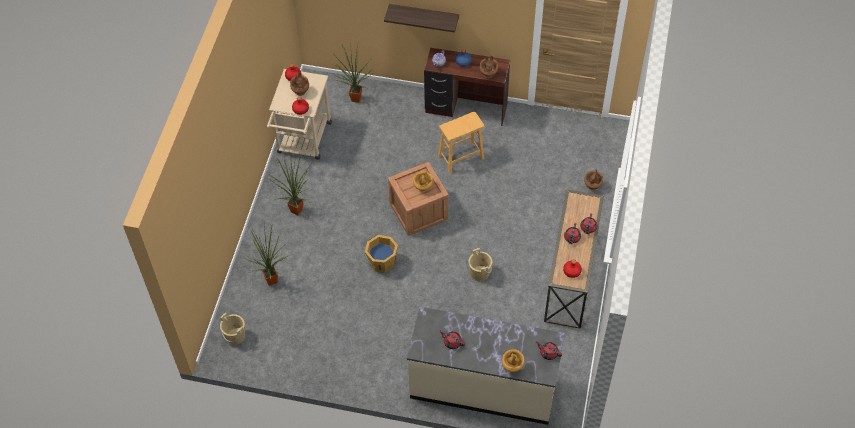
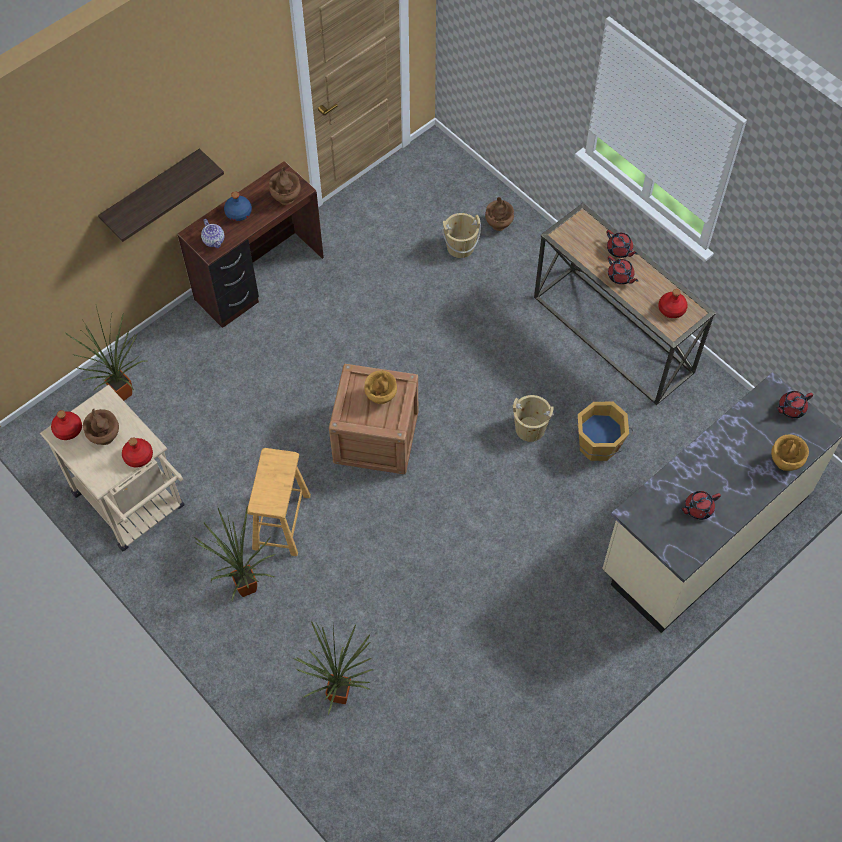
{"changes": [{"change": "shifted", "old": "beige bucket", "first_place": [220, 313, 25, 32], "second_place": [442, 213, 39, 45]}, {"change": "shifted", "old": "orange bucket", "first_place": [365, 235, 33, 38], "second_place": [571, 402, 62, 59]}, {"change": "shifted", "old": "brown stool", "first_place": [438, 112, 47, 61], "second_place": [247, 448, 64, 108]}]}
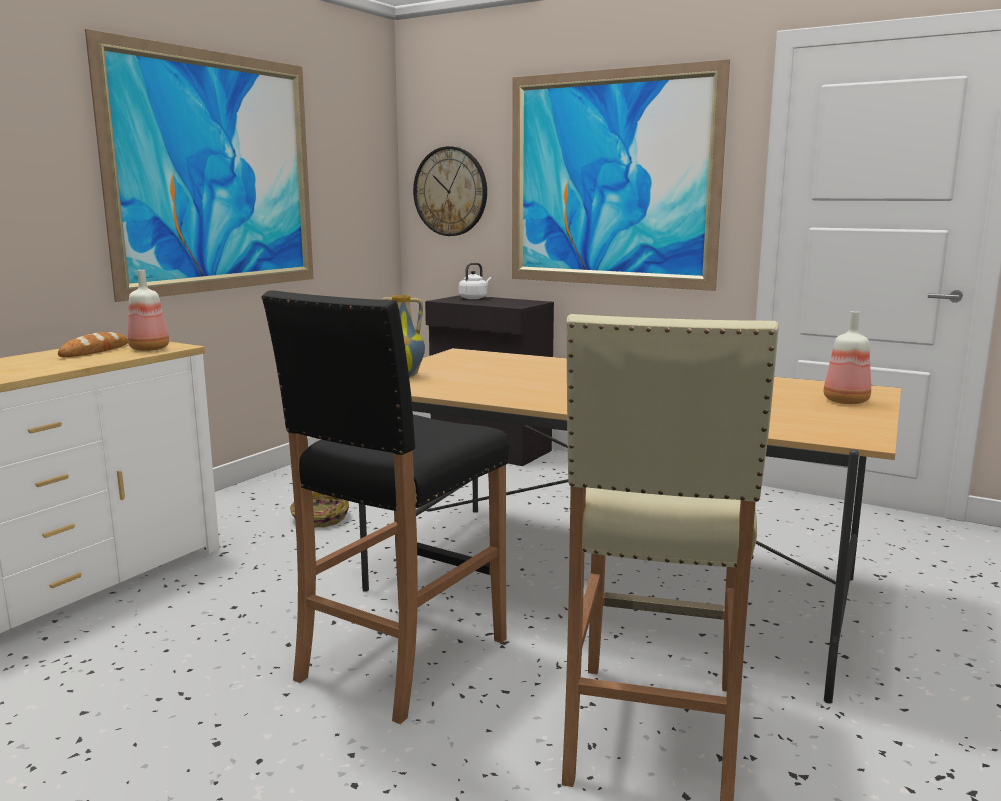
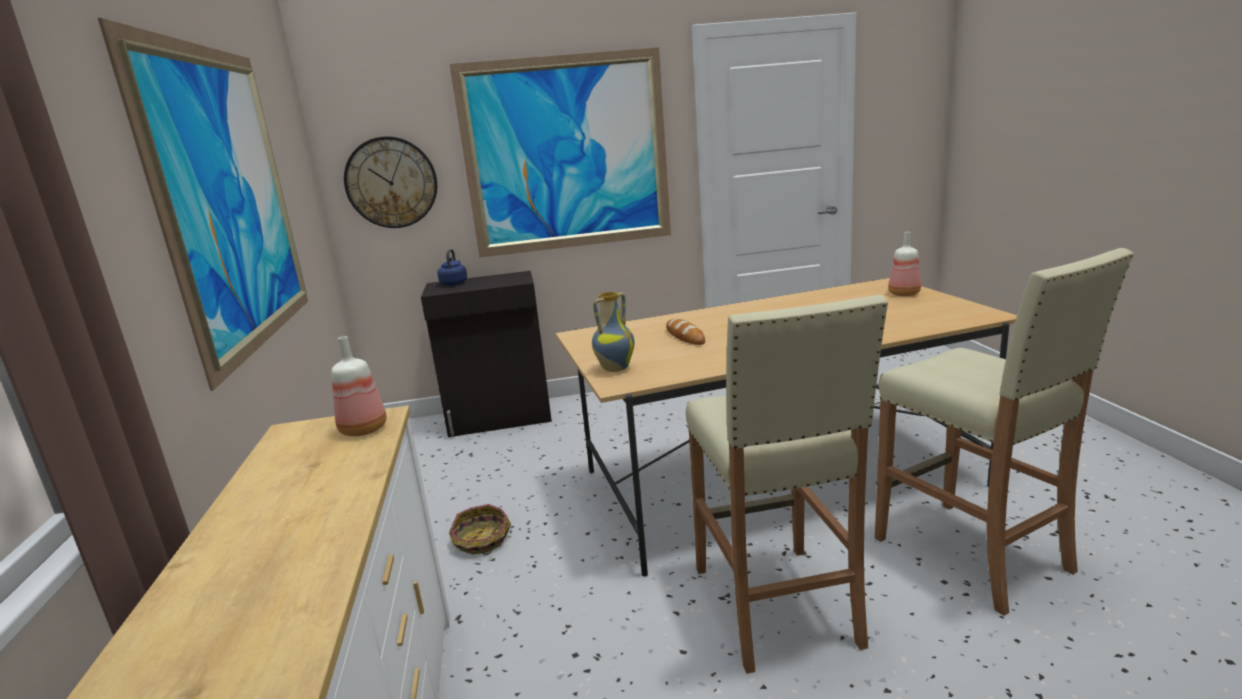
{"changes": [{"change": "shifted", "old": "bread", "first_place": [58, 332, 70, 25], "second_place": [666, 318, 39, 27]}, {"change": "repainted", "old": "black stool", "new": "beige stool", "first_place": [262, 290, 247, 434], "second_place": [686, 295, 202, 379]}, {"change": "repainted", "old": "white kettle", "new": "blue kettle", "first_place": [459, 263, 33, 36], "second_place": [437, 249, 30, 37]}]}
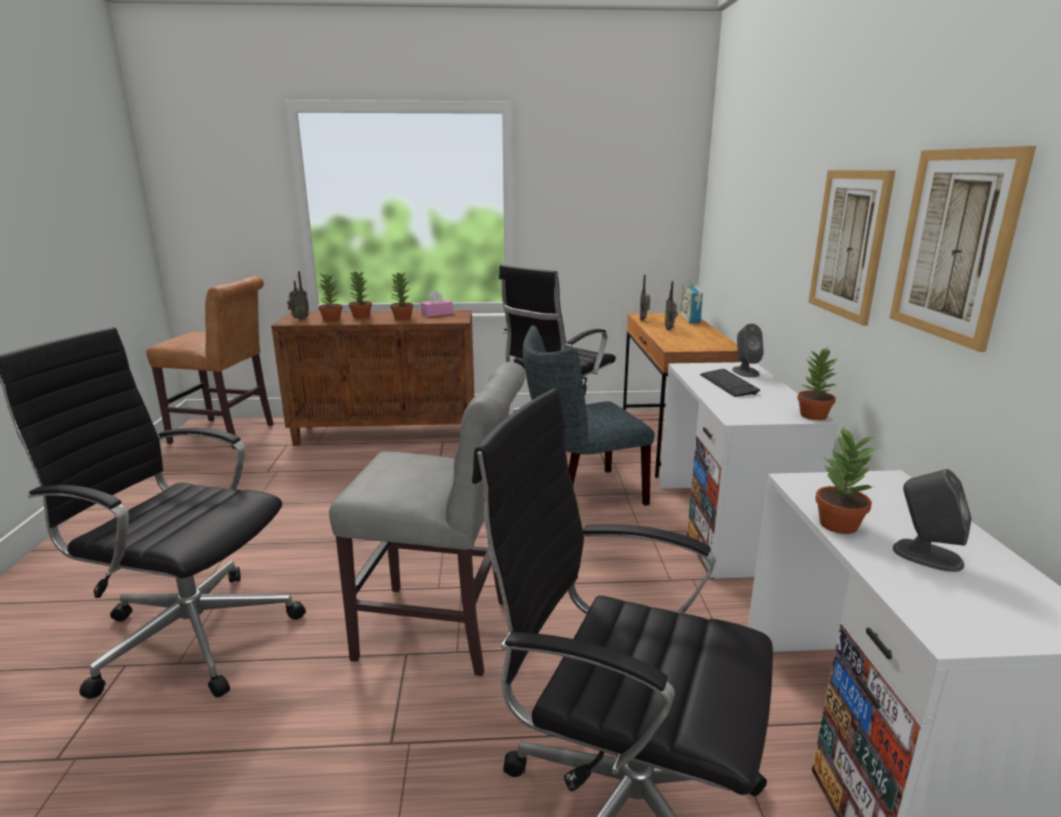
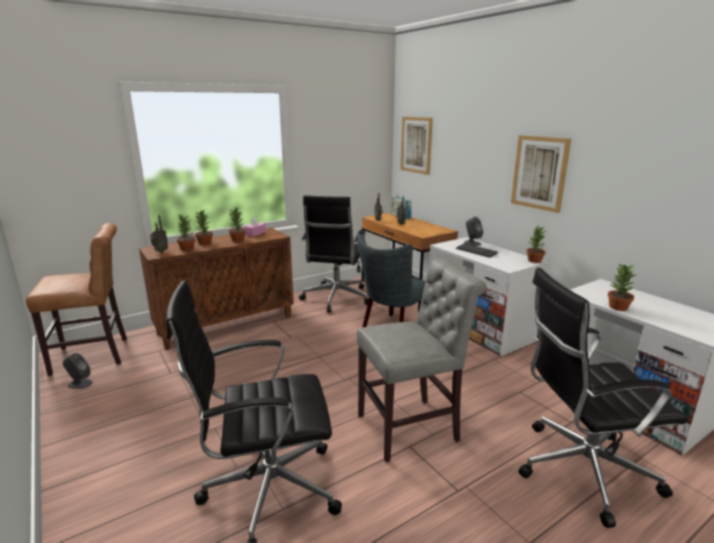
{"changes": [{"change": "shifted", "old": "picture", "first_place": [890, 146, 146, 206], "second_place": [401, 117, 32, 58]}, {"change": "shifted", "old": "grey speaker", "first_place": [893, 469, 78, 103], "second_place": [63, 353, 30, 36]}]}
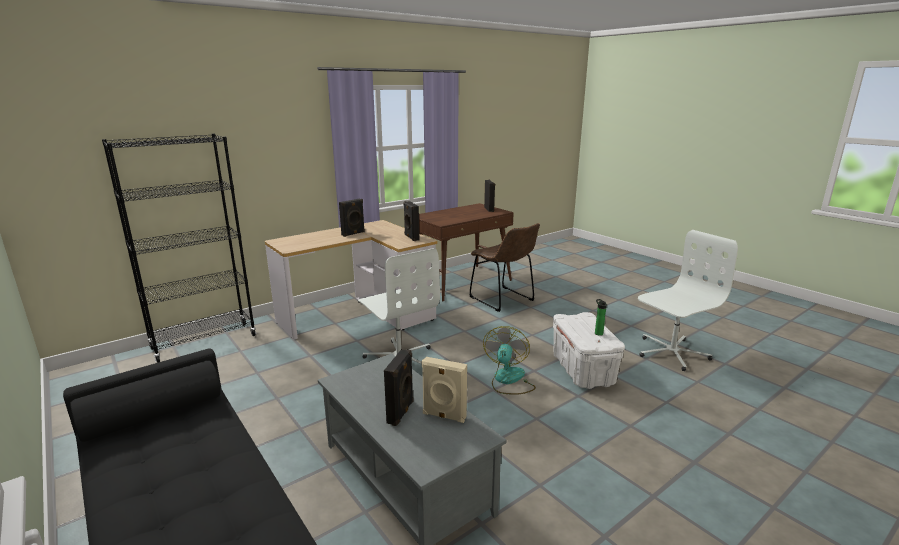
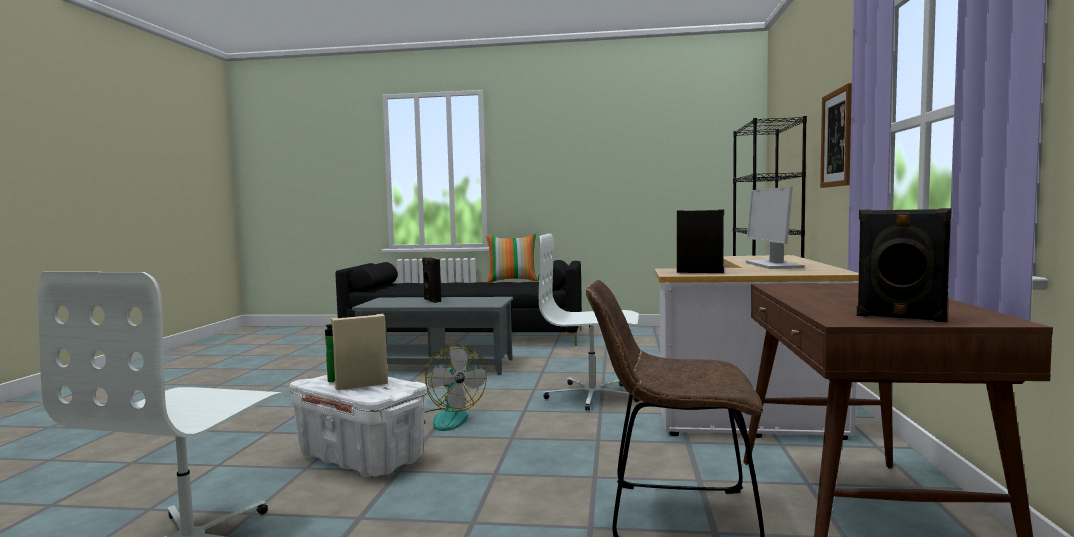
{"changes": [{"change": "new", "new": "pillow", "second_place": [486, 234, 52, 49]}, {"change": "new", "new": "picture", "second_place": [820, 83, 32, 105]}, {"change": "shifted", "old": "beige speaker", "first_place": [422, 357, 45, 66], "second_place": [331, 314, 57, 77]}, {"change": "swapped", "old": "black speaker", "new": "monitor", "first_place": [339, 199, 26, 38], "second_place": [746, 187, 58, 82]}]}
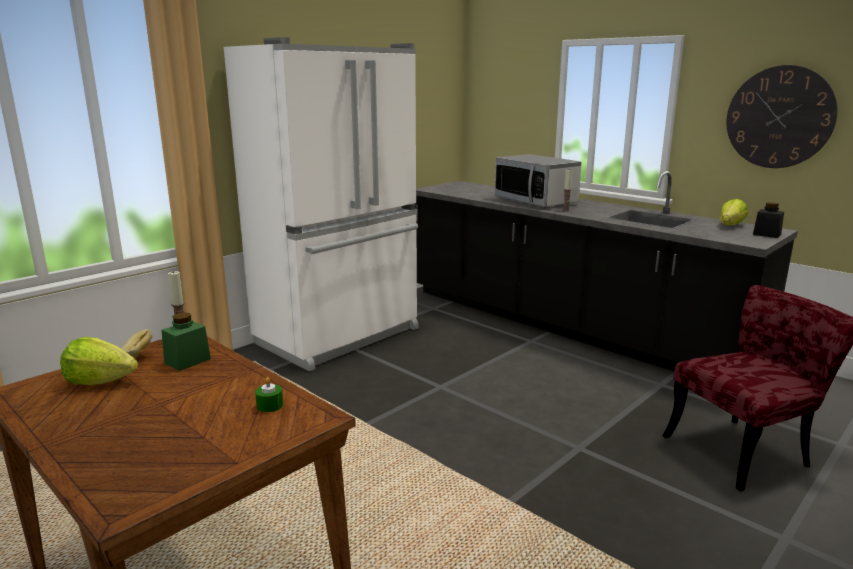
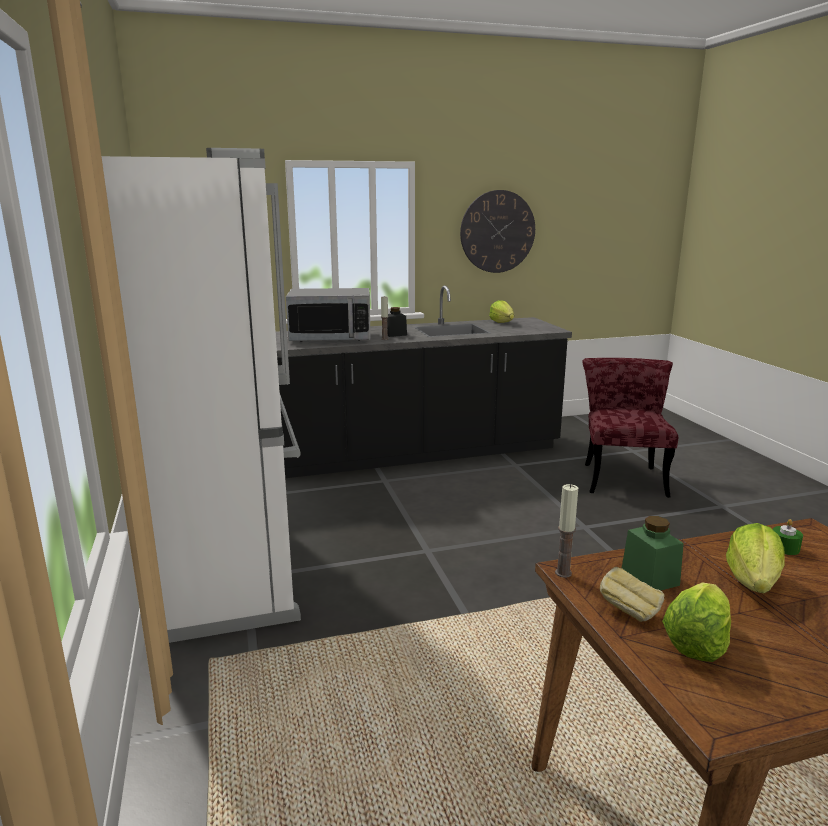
{"changes": [{"change": "new", "new": "lettuce", "second_place": [726, 523, 59, 70]}, {"change": "shifted", "old": "black jar", "first_place": [753, 202, 31, 36], "second_place": [387, 307, 20, 30]}]}
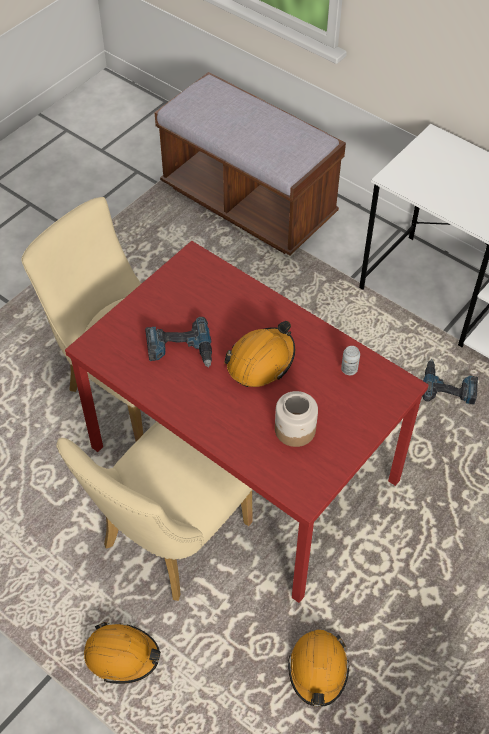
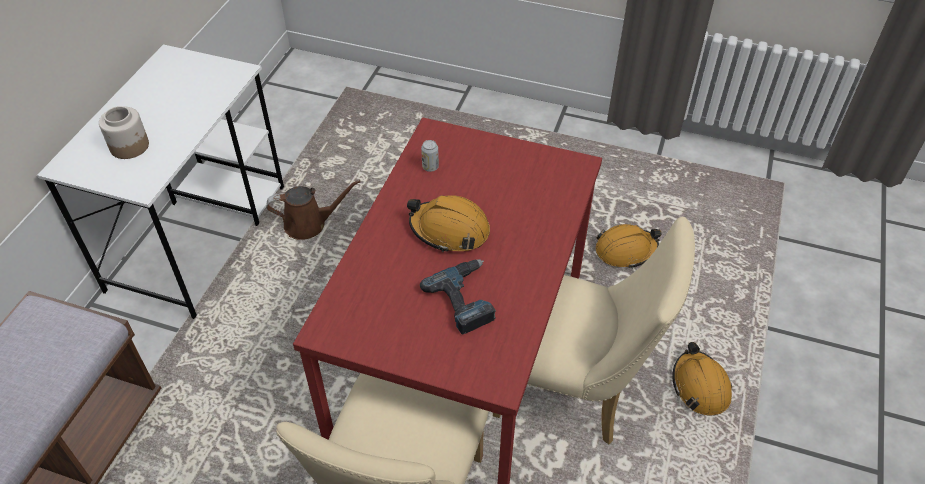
{"changes": [{"change": "shifted", "old": "jar", "first_place": [275, 391, 43, 56], "second_place": [99, 106, 50, 53]}, {"change": "swapped", "old": "power drill", "new": "brown watering can", "first_place": [422, 359, 56, 45], "second_place": [267, 180, 94, 60]}]}
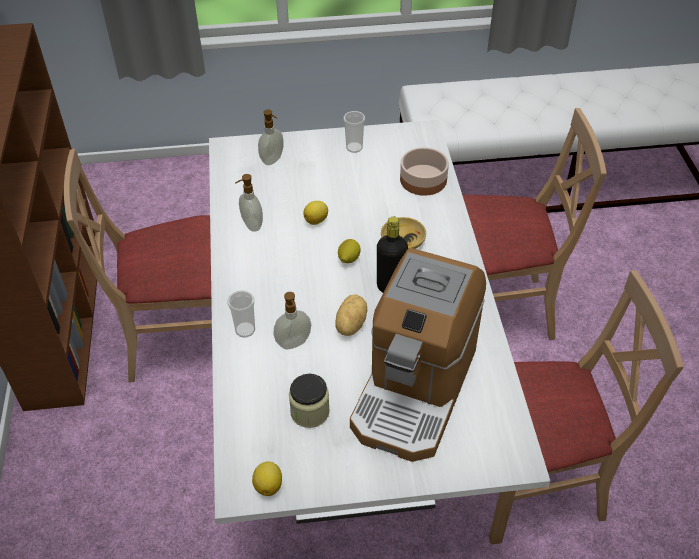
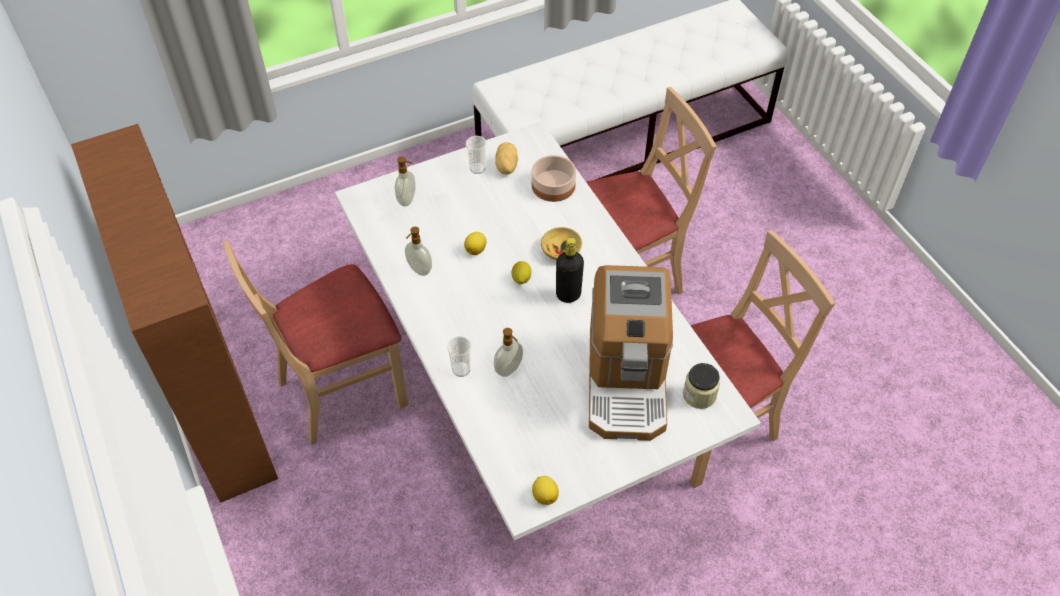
{"changes": [{"change": "shifted", "old": "jar", "first_place": [289, 374, 41, 54], "second_place": [683, 363, 37, 46]}, {"change": "shifted", "old": "potato", "first_place": [335, 294, 32, 42], "second_place": [495, 142, 23, 32]}]}
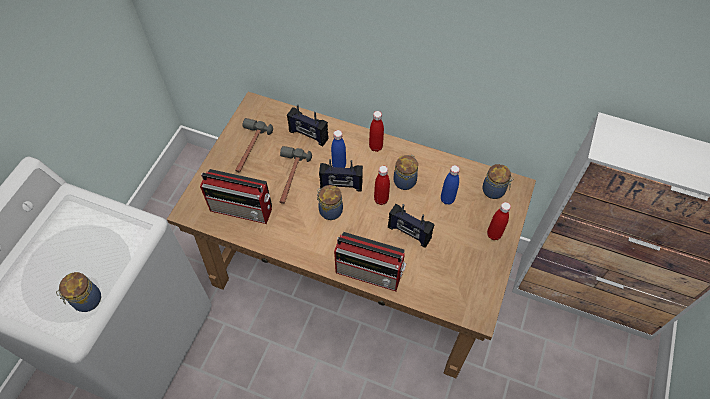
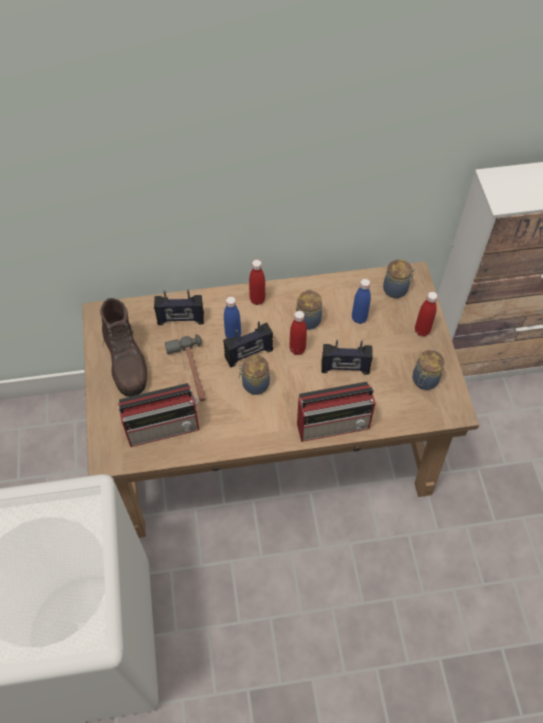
{"changes": [{"change": "shifted", "old": "jar", "first_place": [56, 272, 45, 40], "second_place": [413, 350, 31, 40]}, {"change": "swapped", "old": "hammer", "new": "brown boot", "first_place": [235, 118, 38, 54], "second_place": [101, 298, 46, 99]}]}
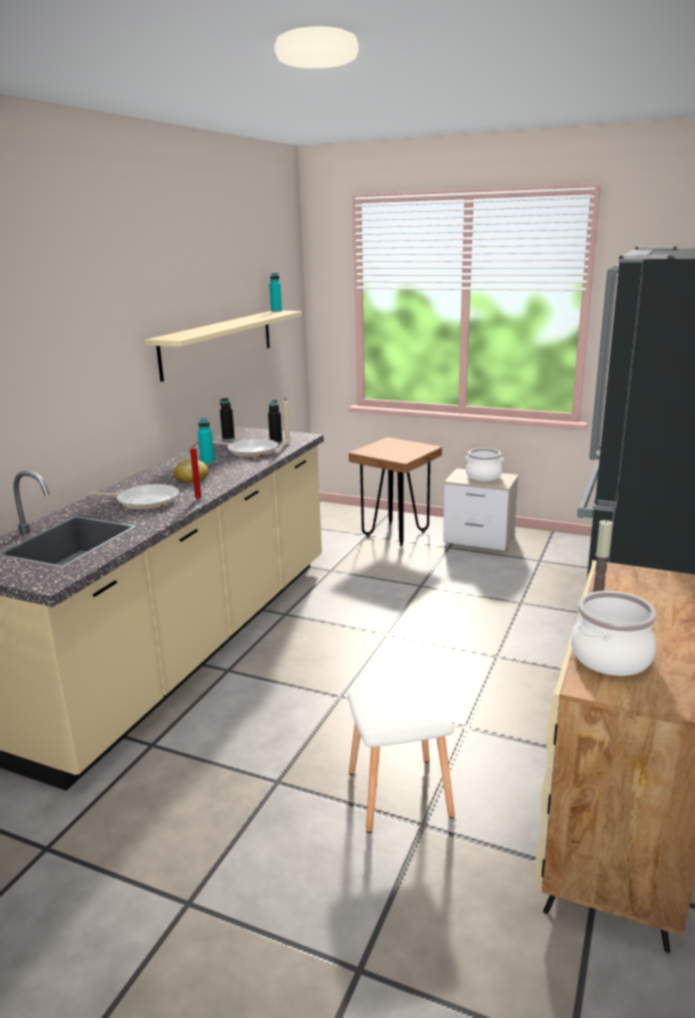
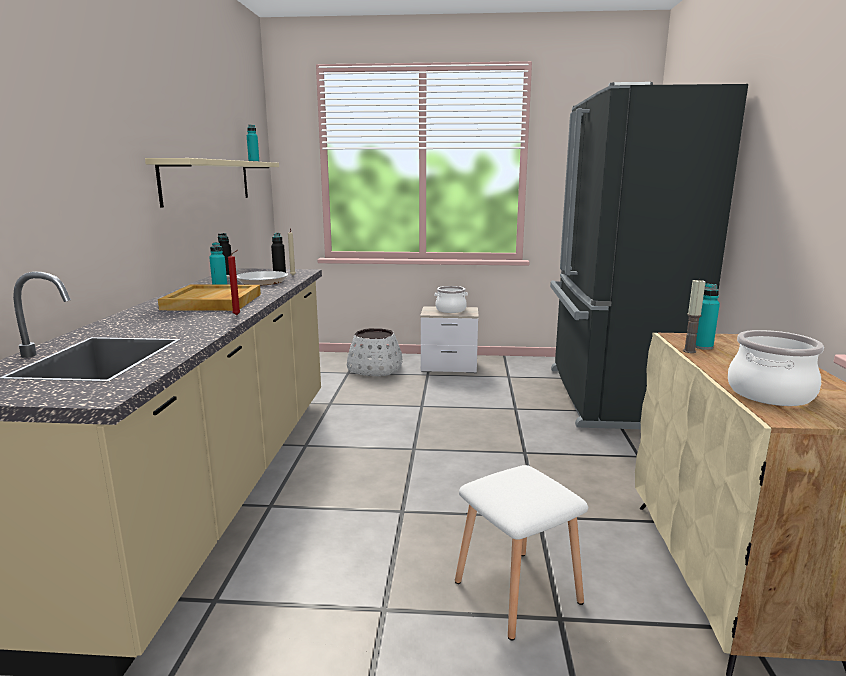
{"changes": [{"change": "gone", "old": "frying pan", "first_place": [89, 484, 90, 26]}, {"change": "new", "new": "turquoise bottle", "second_place": [695, 283, 25, 67]}, {"change": "swapped", "old": "bread", "new": "beige tray", "first_place": [174, 459, 34, 24], "second_place": [158, 284, 103, 27]}, {"change": "swapped", "old": "brown stool", "new": "white planter", "first_place": [349, 437, 93, 109], "second_place": [347, 328, 56, 48]}]}
